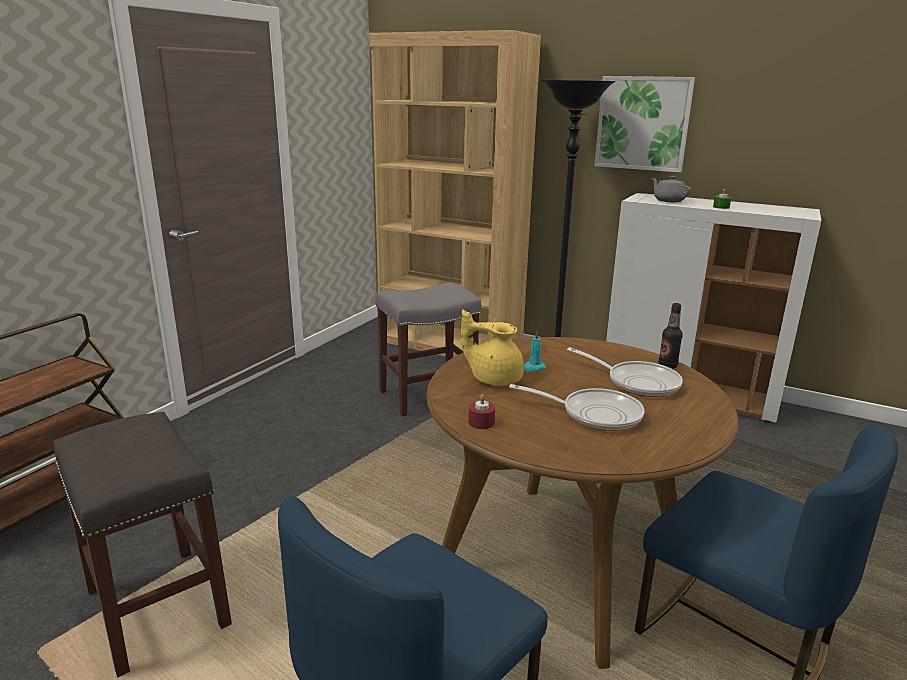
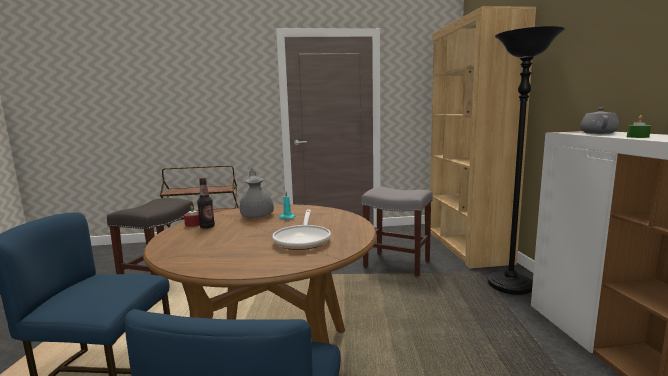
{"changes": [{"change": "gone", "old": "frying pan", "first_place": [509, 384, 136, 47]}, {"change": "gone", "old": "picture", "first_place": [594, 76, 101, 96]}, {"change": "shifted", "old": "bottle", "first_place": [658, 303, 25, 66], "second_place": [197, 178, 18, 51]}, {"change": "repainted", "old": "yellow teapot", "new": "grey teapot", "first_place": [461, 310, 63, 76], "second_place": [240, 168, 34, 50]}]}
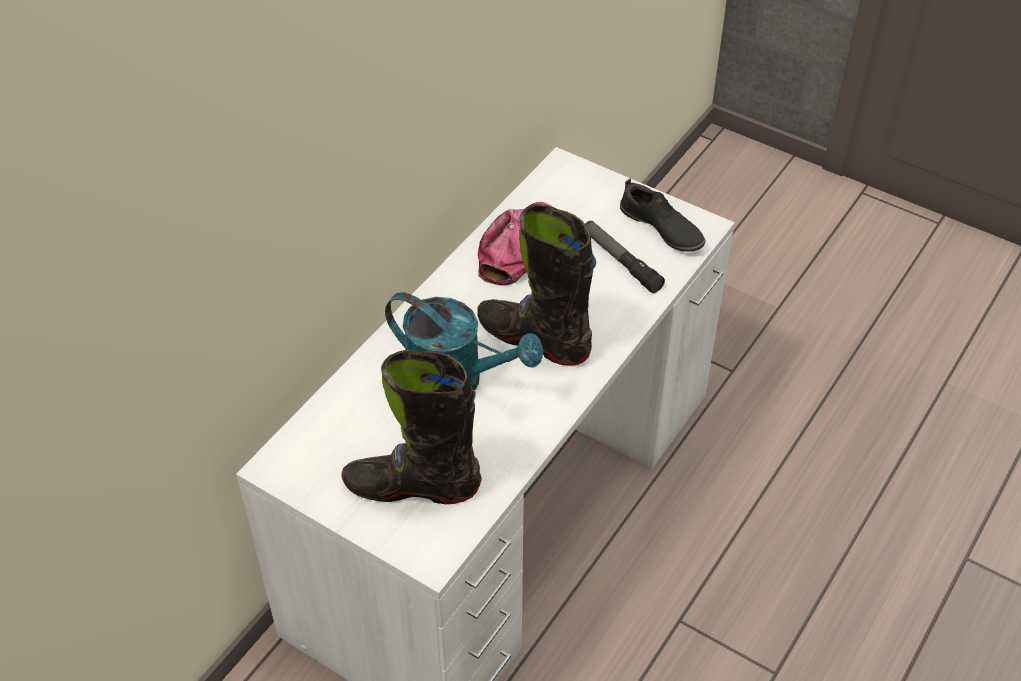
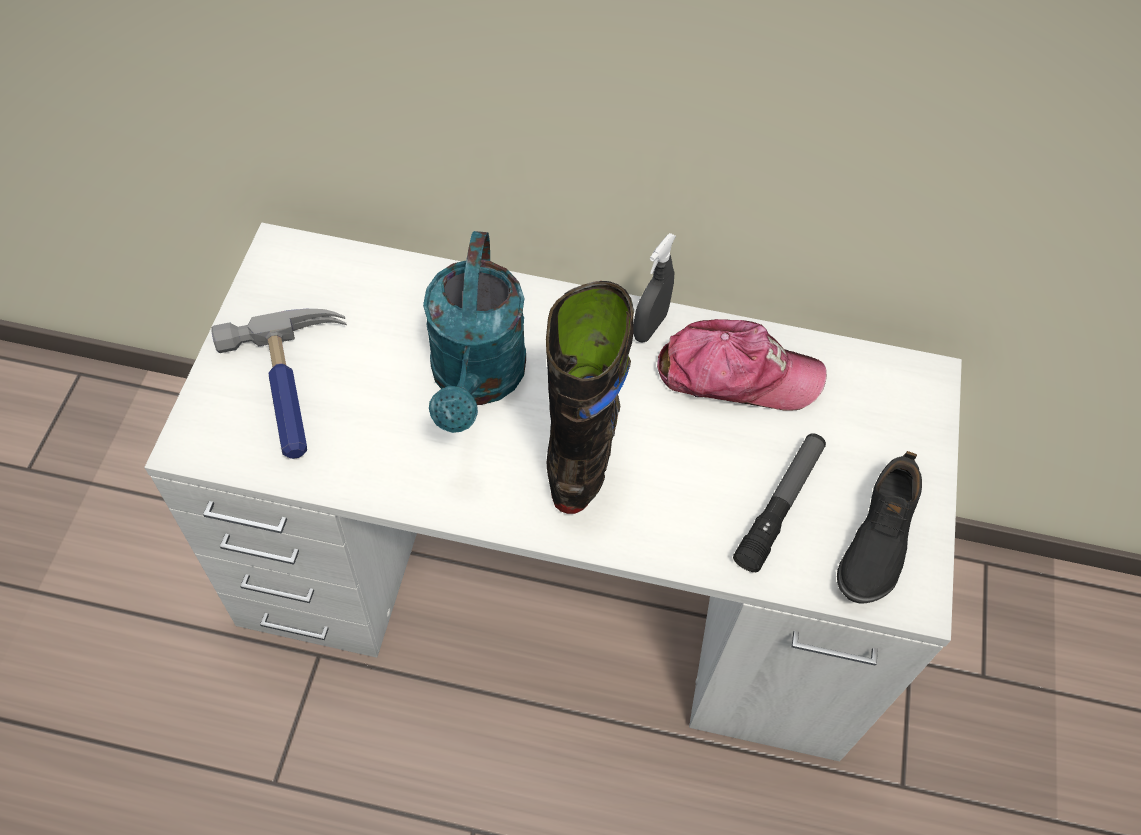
{"changes": [{"change": "new", "new": "grey spray bottle", "second_place": [633, 233, 43, 110]}, {"change": "swapped", "old": "black boot", "new": "hammer", "first_place": [341, 350, 141, 154], "second_place": [211, 309, 136, 150]}]}
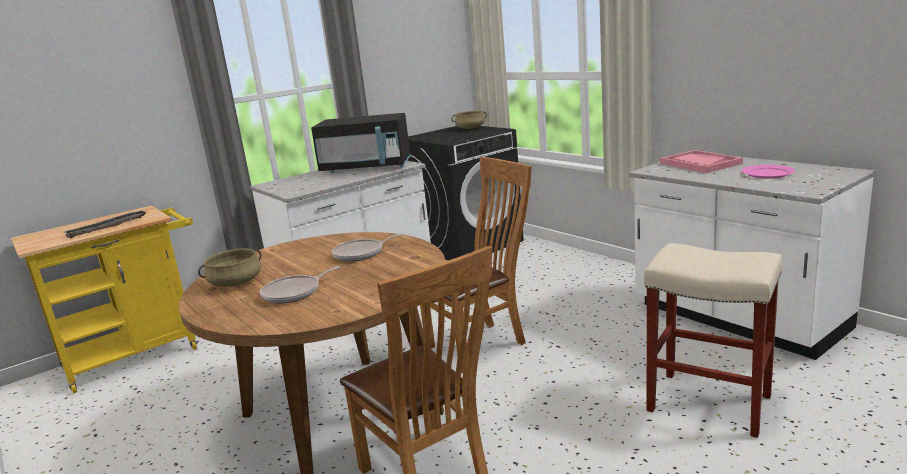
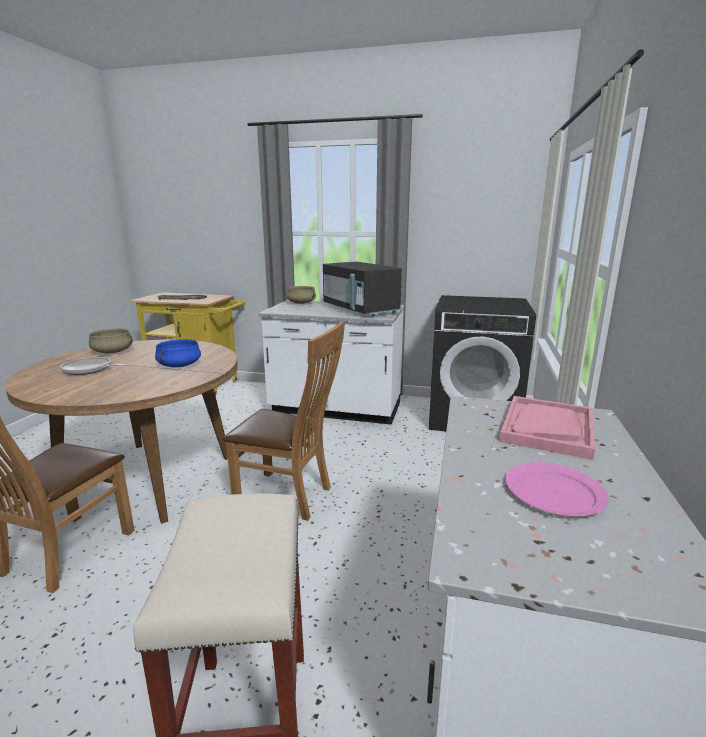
{"changes": [{"change": "shifted", "old": "beige cooking pot", "first_place": [452, 111, 35, 18], "second_place": [286, 286, 30, 18]}, {"change": "swapped", "old": "frying pan", "new": "blue cooking pot", "first_place": [332, 233, 71, 28], "second_place": [155, 339, 46, 28]}]}
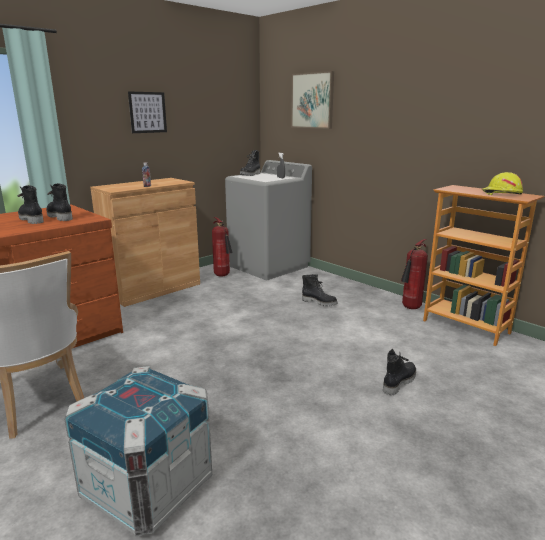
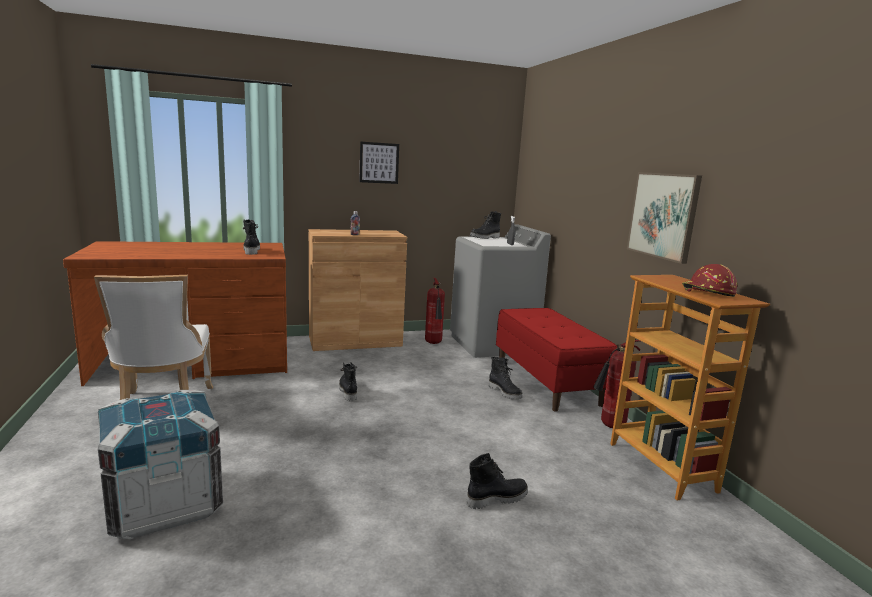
{"changes": [{"change": "new", "new": "red bench", "second_place": [496, 308, 121, 104]}, {"change": "shifted", "old": "black boot", "first_place": [18, 185, 26, 39], "second_place": [339, 362, 18, 39]}, {"change": "shifted", "old": "picture", "first_place": [291, 71, 43, 58], "second_place": [627, 172, 75, 92]}, {"change": "repainted", "old": "yellow hard hat", "new": "red hard hat", "first_place": [482, 172, 41, 23], "second_place": [682, 264, 55, 33]}]}
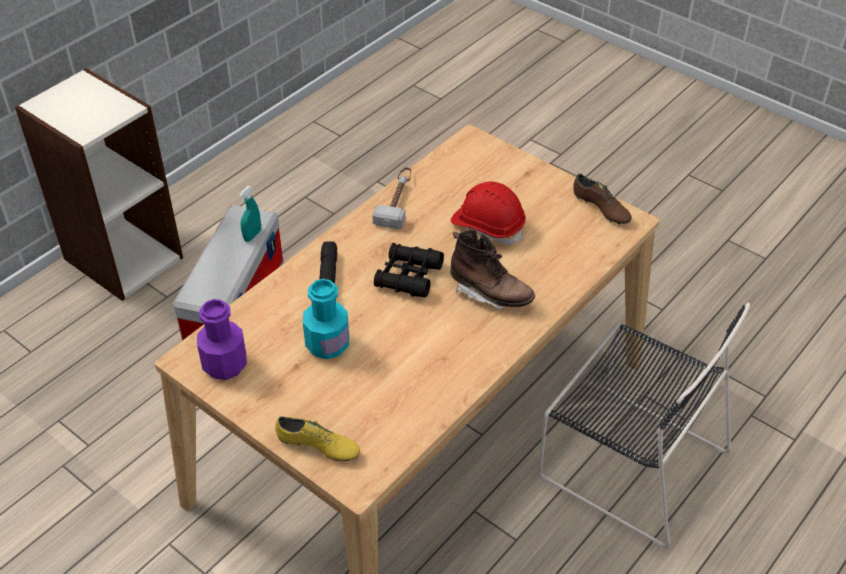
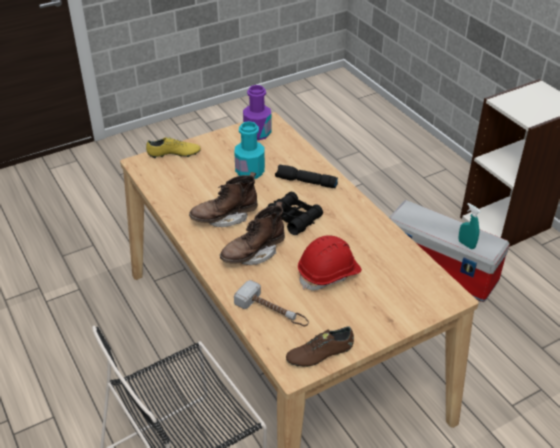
{"changes": [{"change": "new", "new": "brown boot", "second_place": [189, 172, 69, 55]}, {"change": "shifted", "old": "hammer", "first_place": [373, 167, 38, 62], "second_place": [234, 280, 75, 47]}, {"change": "rotated", "old": "yellow shoe", "first_place": [275, 416, 85, 46], "second_place": [146, 137, 55, 22], "degrees": -135}]}
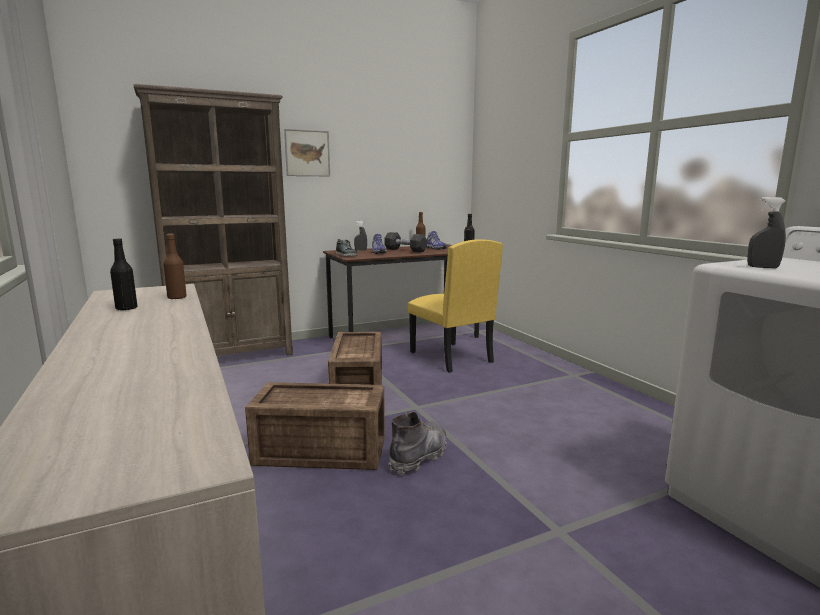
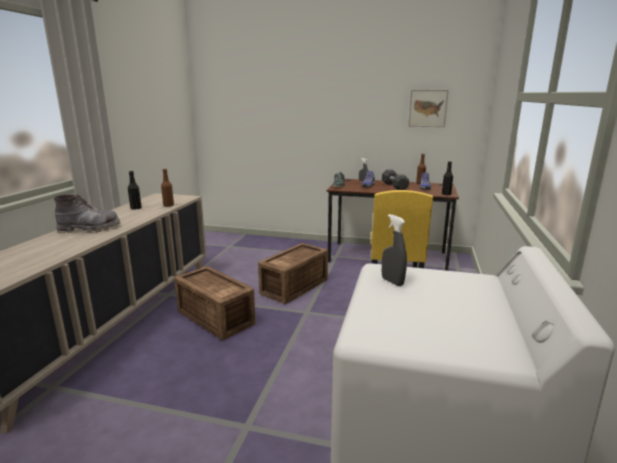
{"changes": [{"change": "gone", "old": "brown bookcase", "first_place": [133, 84, 160, 272]}, {"change": "shifted", "old": "picture", "first_place": [284, 129, 46, 47], "second_place": [408, 90, 41, 37]}, {"change": "shifted", "old": "grey boot", "first_place": [389, 412, 58, 63], "second_place": [54, 194, 66, 39]}]}
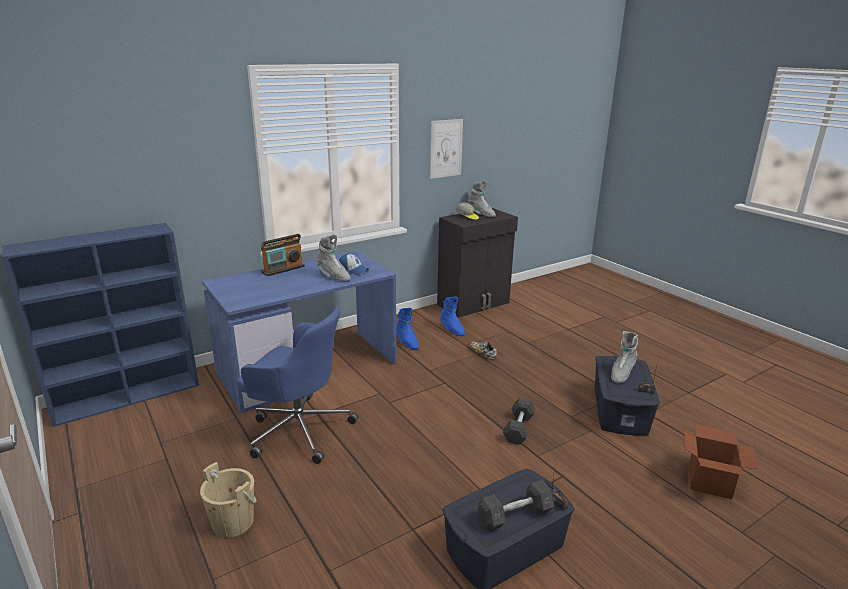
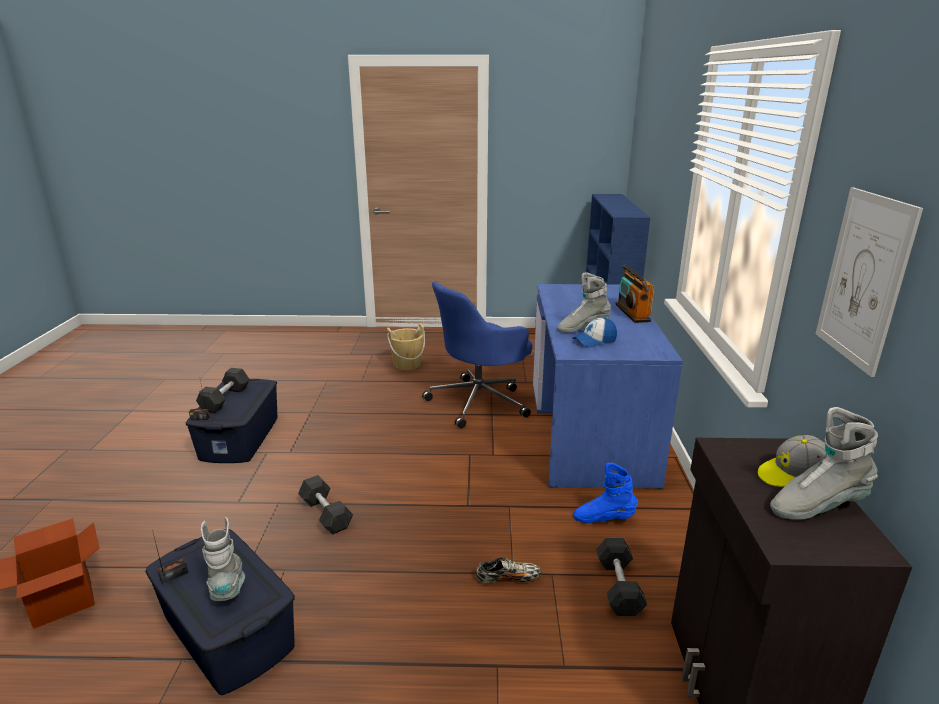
{"changes": [{"change": "swapped", "old": "blue boot", "new": "grey dumbbell", "first_place": [441, 296, 24, 40], "second_place": [596, 538, 51, 79]}]}
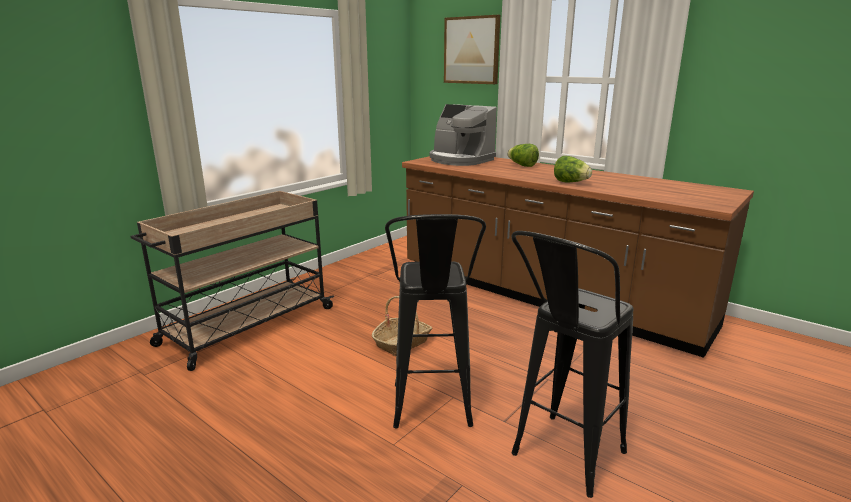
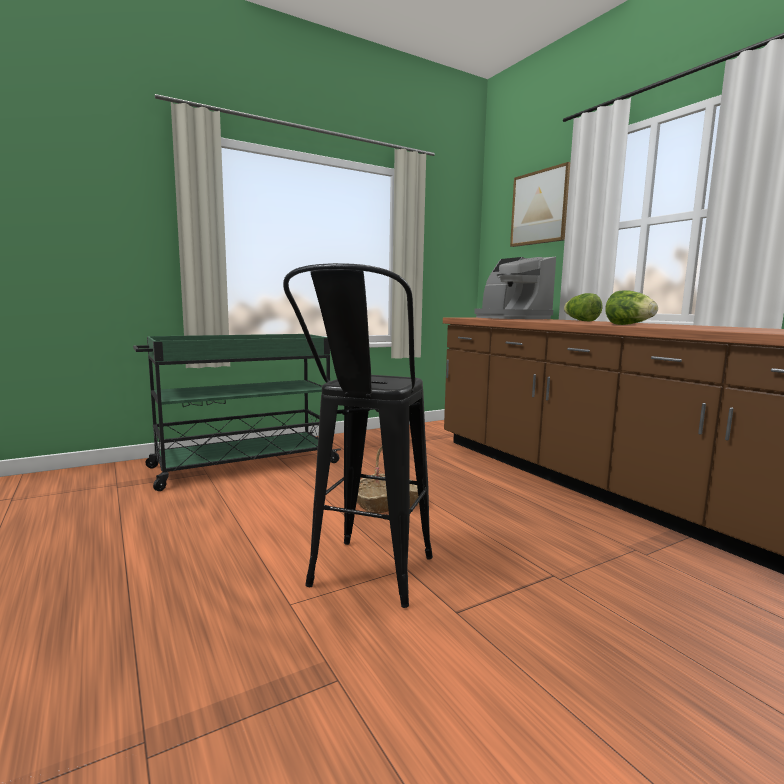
{"changes": [{"change": "gone", "old": "black stool", "first_place": [511, 231, 122, 267]}, {"change": "repainted", "old": "beige cart", "new": "green cart", "first_place": [130, 191, 204, 180], "second_place": [133, 334, 208, 157]}]}
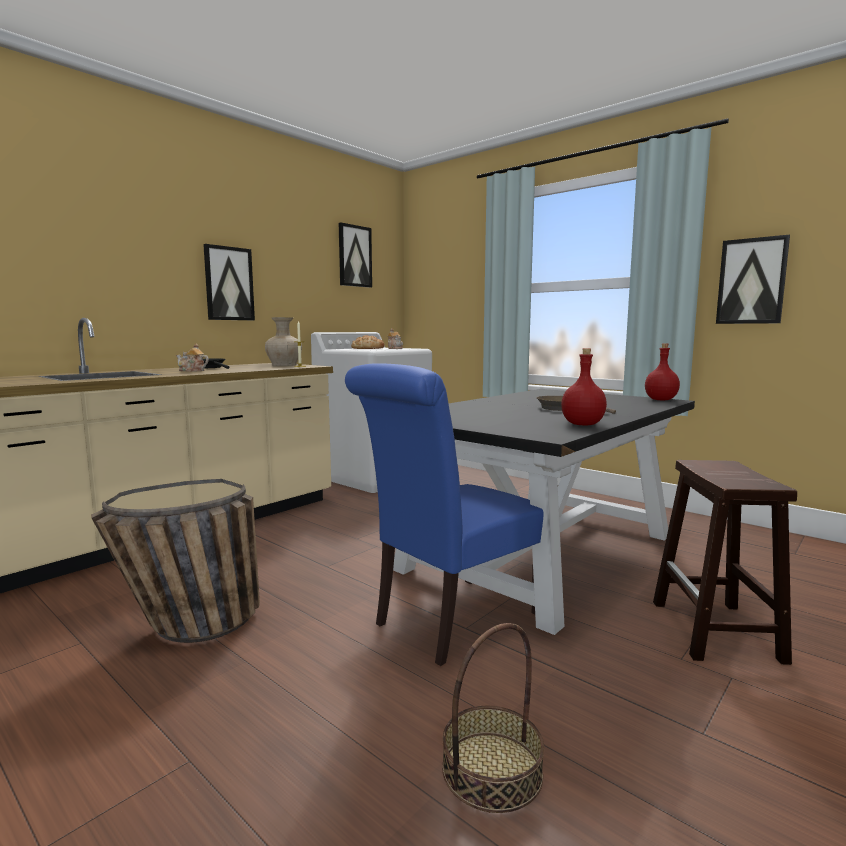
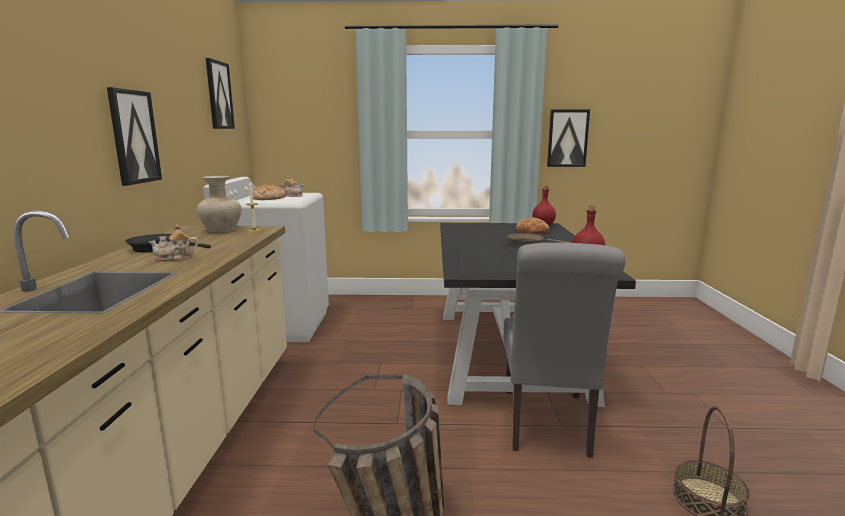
{"changes": [{"change": "gone", "old": "brown stool", "first_place": [653, 460, 144, 205]}, {"change": "new", "new": "bread", "second_place": [516, 217, 34, 17]}, {"change": "repainted", "old": "blue chair", "new": "grey chair", "first_place": [345, 363, 199, 303], "second_place": [503, 243, 122, 215]}]}
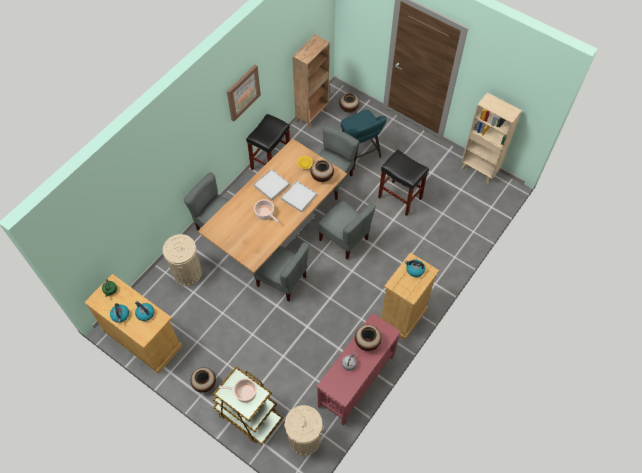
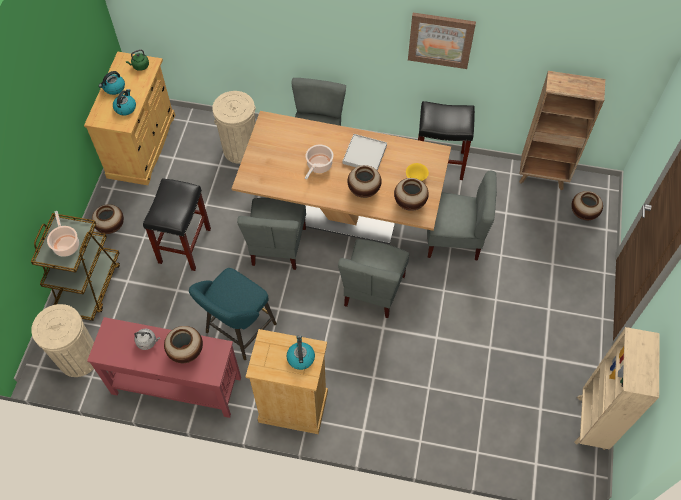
{"changes": [{"change": "shifted", "old": "turquoise stool", "first_place": [341, 110, 46, 60], "second_place": [189, 268, 88, 92]}, {"change": "shifted", "old": "black stool", "first_place": [378, 150, 51, 66], "second_place": [143, 178, 68, 93]}, {"change": "swapped", "old": "white tray", "new": "vase", "first_place": [281, 180, 36, 33], "second_place": [347, 165, 35, 33]}]}
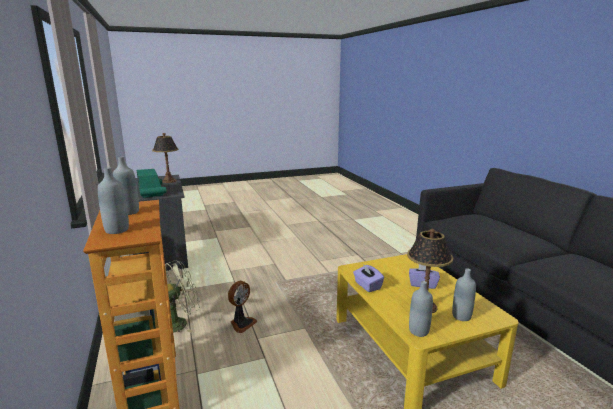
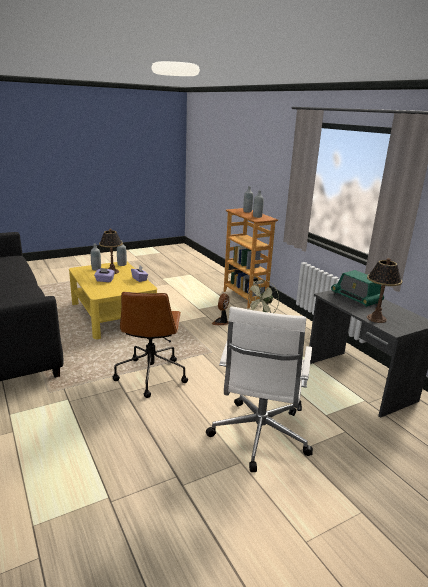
{"changes": [{"change": "new", "new": "brown office chair", "second_place": [113, 292, 75, 106]}, {"change": "new", "new": "white office chair", "second_place": [206, 307, 107, 165]}]}
